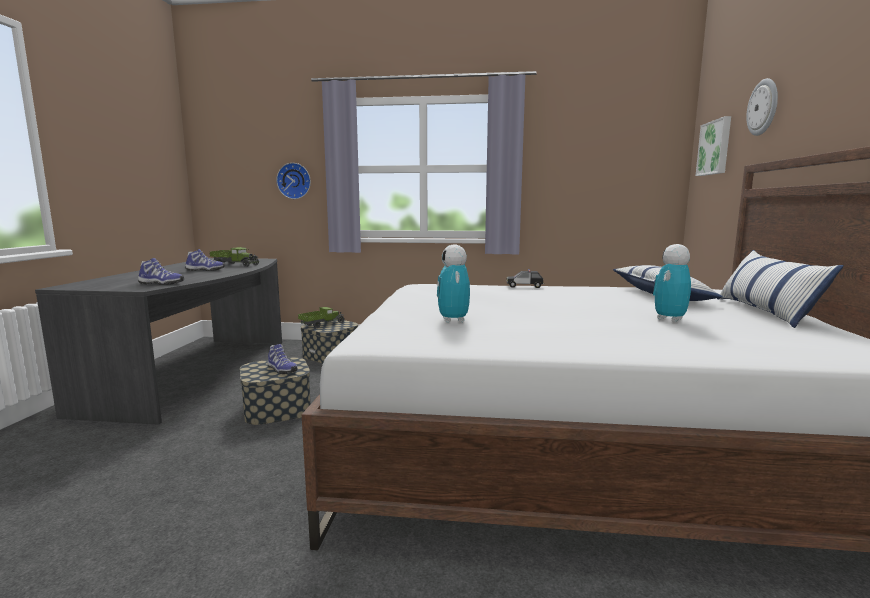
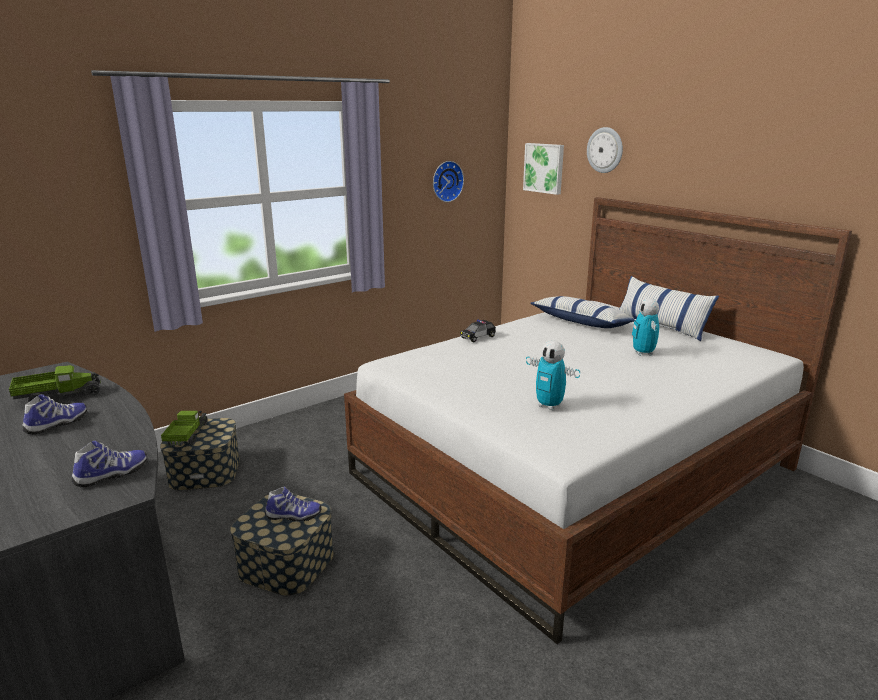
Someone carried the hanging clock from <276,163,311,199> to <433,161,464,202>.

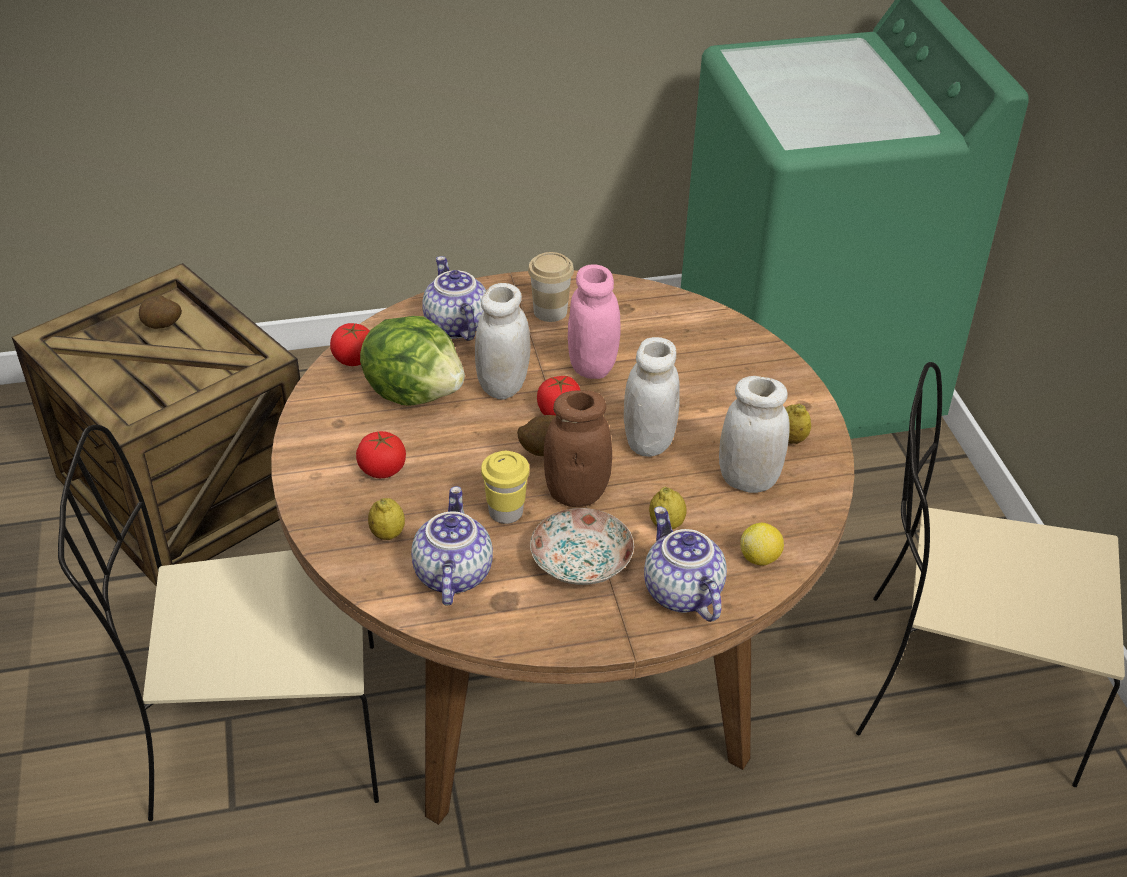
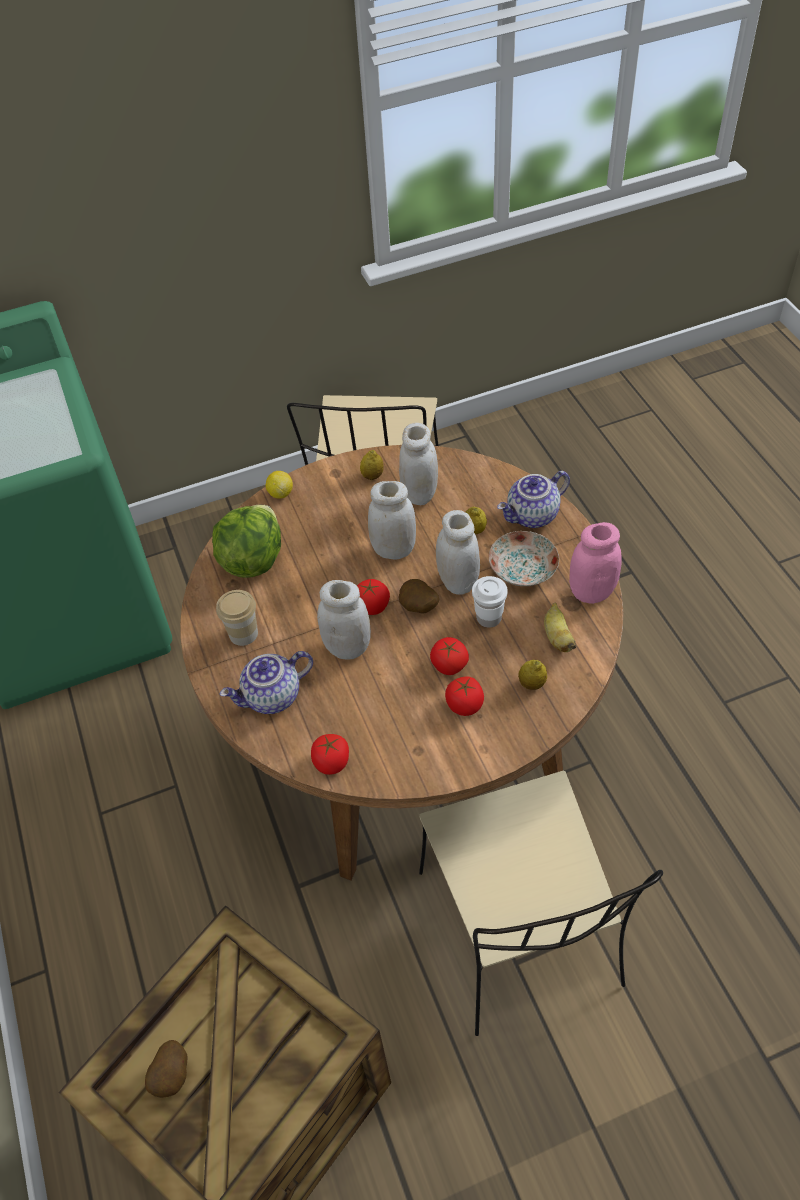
Someone put down the fresh tomato at <430,637,469,675>.
Someone carried the lettuce head from <360,316,465,406> to <212,505,281,578>.
Someone carried the pink storage jar from <568,264,621,379> to <569,522,622,604>.
Someone carried the citrus fruit from <740,523,784,565> to <266,471,293,499>.
Someone swapped the teapot at <411,486,493,606> for the whole banana at <544,603,576,652>.
Someone repainted the yellow cup at <481,451,529,524>, which became the whitish cup at <472,576,508,628>.
Someone repainted the brownish storage jar at <544,390,612,507>, which became the whitish storage jar at <436,510,480,595>.

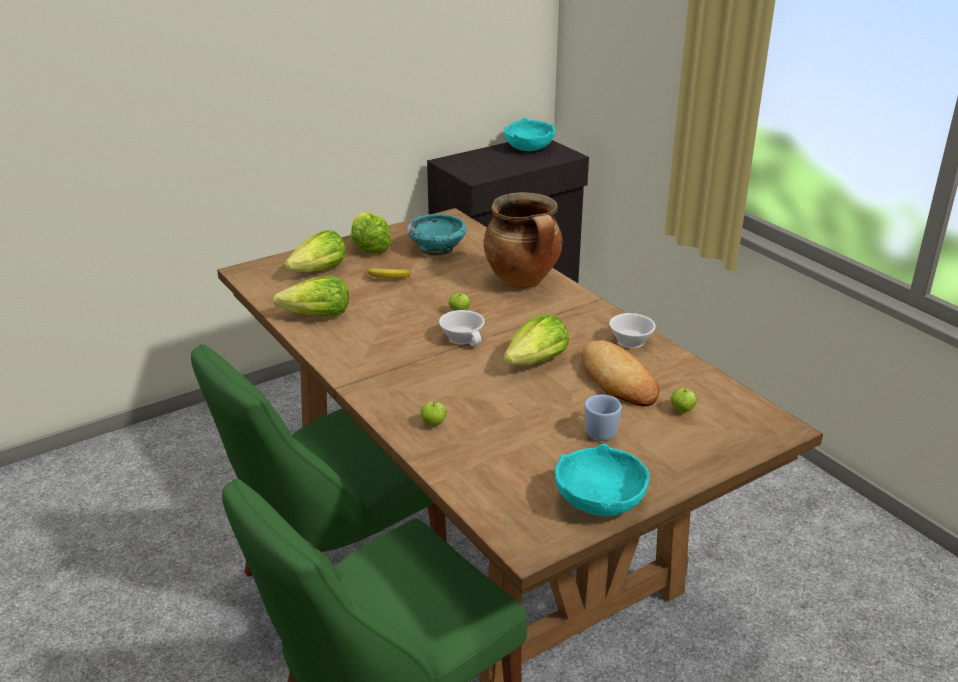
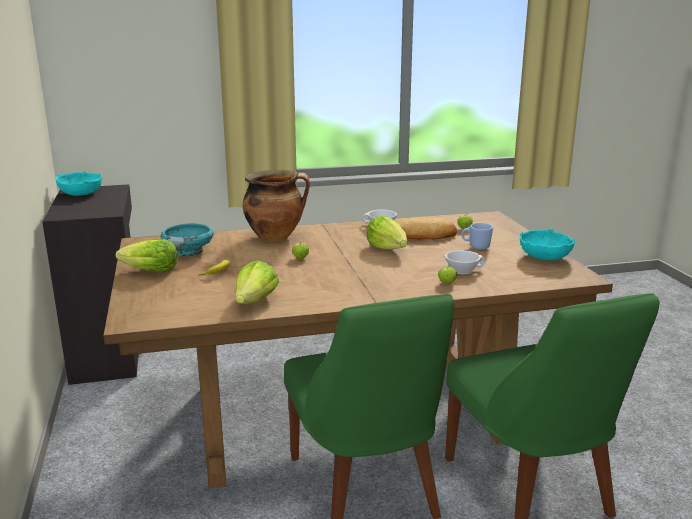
Someone took away the lettuce head at <284,230,346,272>.
Someone carried the whitish cup from <439,310,485,346> to <445,250,486,274>.

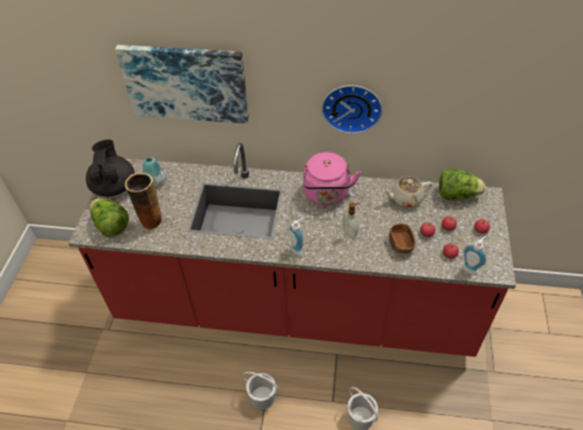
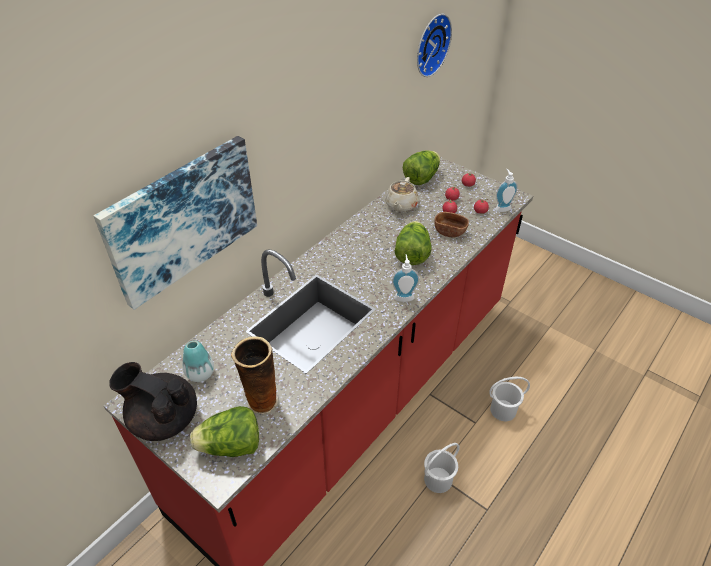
Someone took away the pink tea kettle at <303,152,361,206>.
Someone carried the hanging clock from <322,85,383,134> to <417,14,452,77>.
Someone swapped the soap bottle at <342,202,360,239> for the lettuce head at <394,221,432,265>.

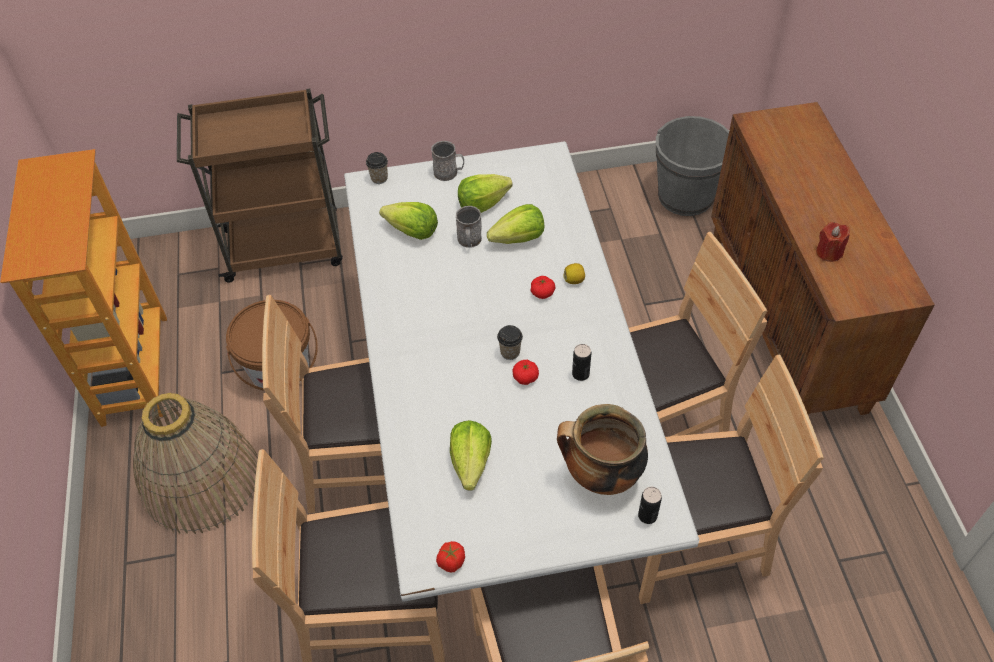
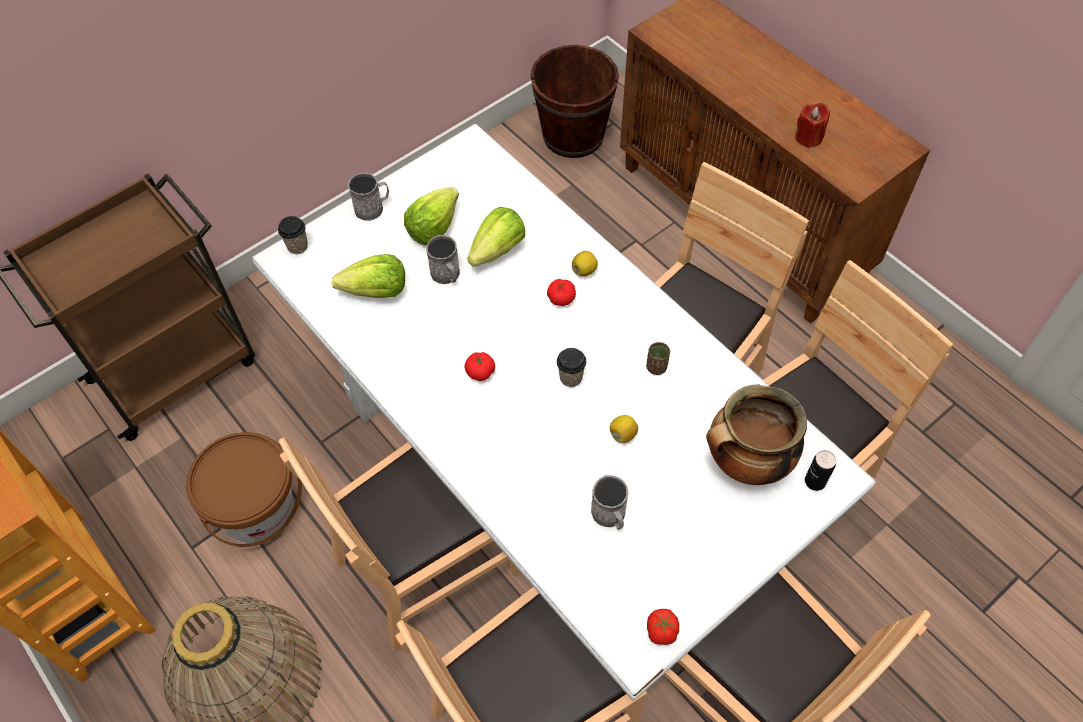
Someone put down the citrus fruit at <610,415,638,443>.
Someone carried the fresh tomato from <512,360,539,385> to <464,352,495,381>.
Someone swapped the lettuce head at <450,420,492,491> for the greyish tea mug at <591,475,628,530>.
Someone swapped the sealed can at <572,344,591,381> for the brownish cup at <646,342,670,375>.
Someone repainted the greyish bucket at <656,116,729,216>, which became the brownish bucket at <530,45,619,158>.

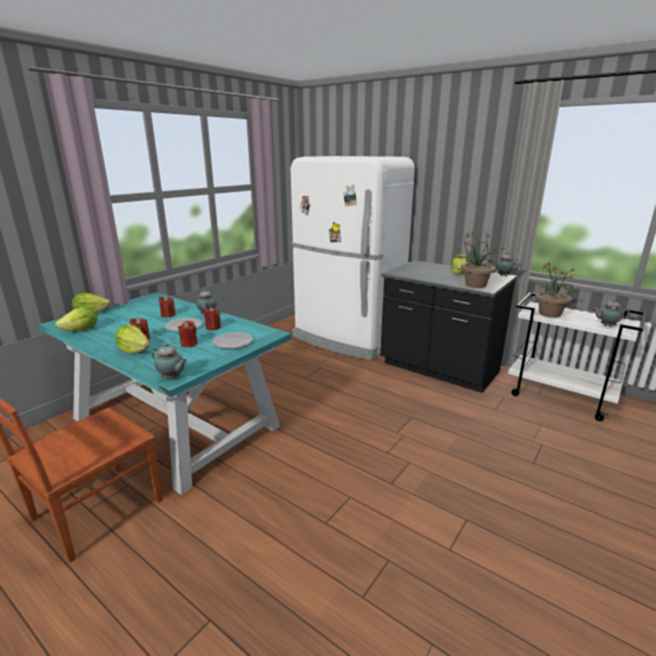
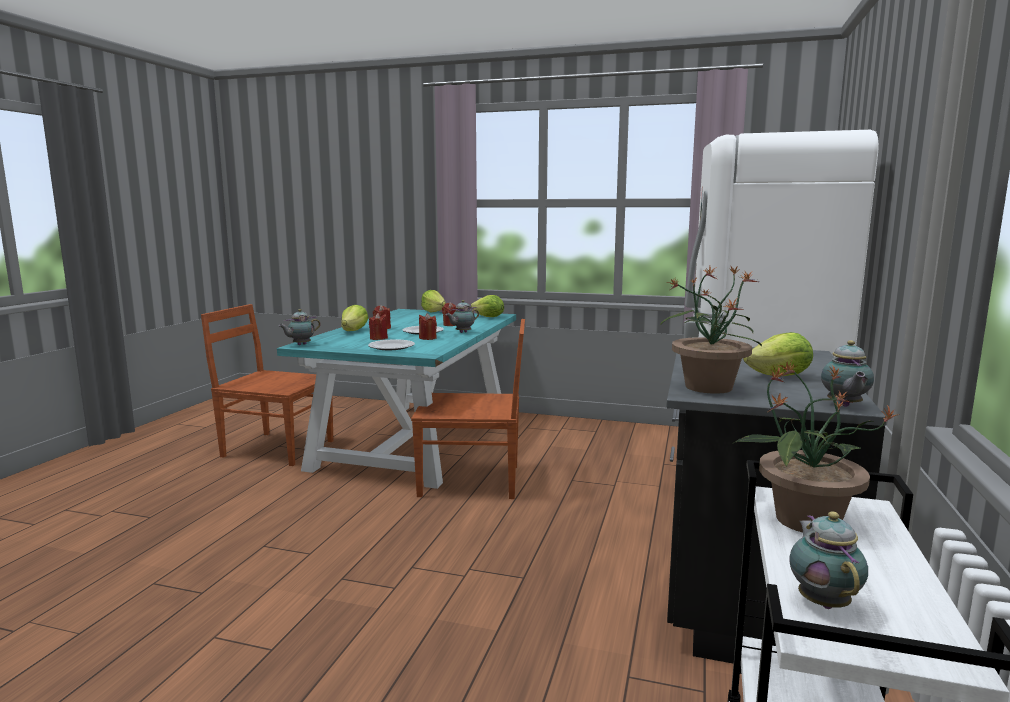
Someone put down the brownish plain chair at <411,319,525,499>.
Someone carried the lettuce head from <55,307,98,331> to <471,295,504,317>.
Someone rotated the teapot at <152,343,188,379> by 45 degrees clockwise.

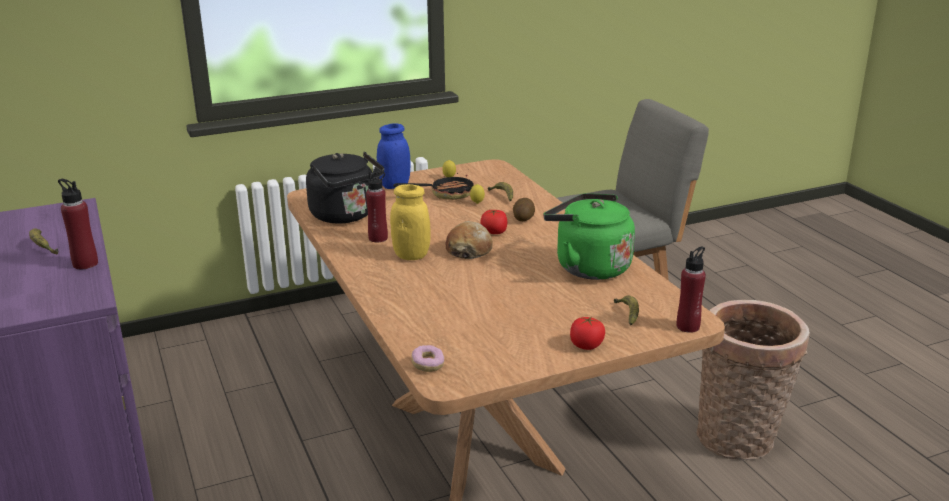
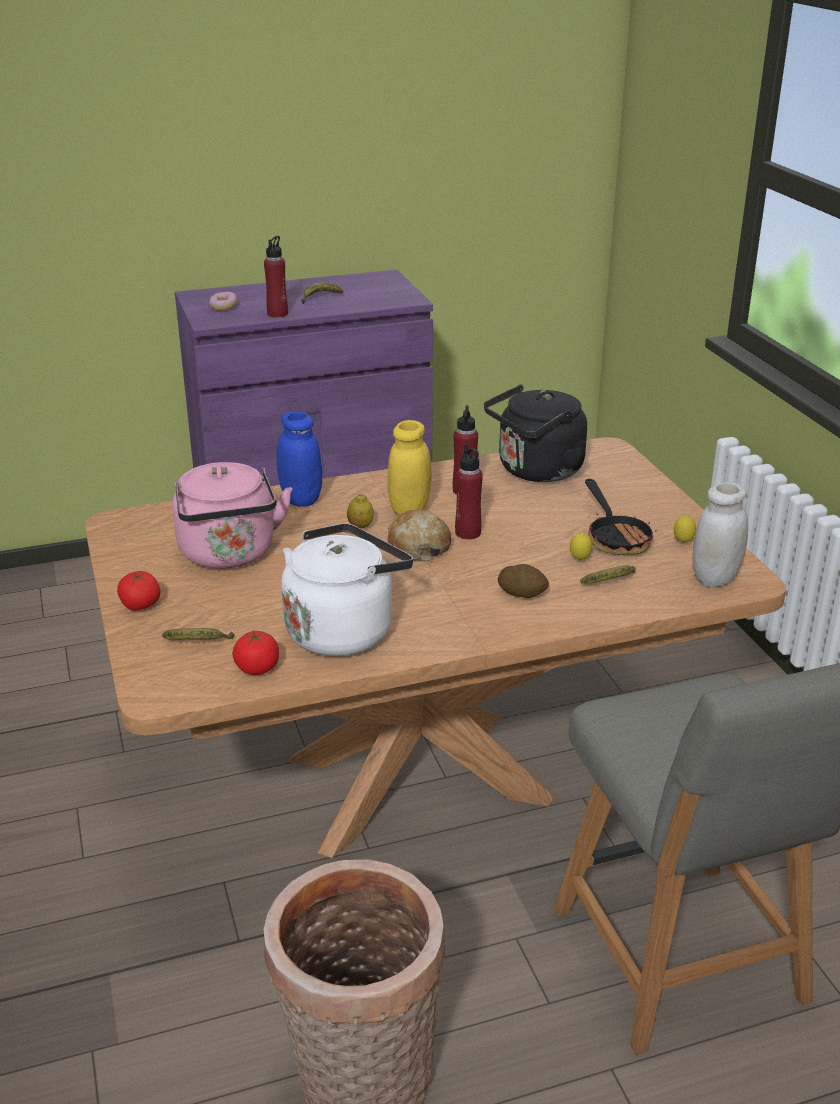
Someone put down the pink tea kettle at <172,462,292,569>.
Someone put down the citrus fruit at <347,494,374,528>.
Someone put down the whitish storage jar at <692,482,748,587>.
Someone carried the blue storage jar from <377,123,410,189> to <277,411,322,507>.
Someone carried the donut from <411,345,444,372> to <209,292,237,311>.
Someone carried the fresh tomato from <480,210,507,234> to <232,631,279,675>.
Someone carried the red beverage bottle from <677,246,706,333> to <455,444,483,540>.
Someone repainted the green-coloured tea kettle at <544,193,635,280>, which became the whitish tea kettle at <281,523,413,656>.

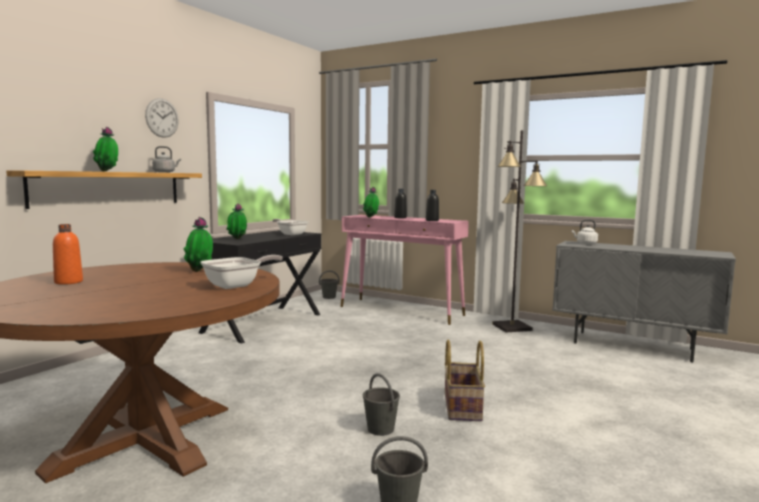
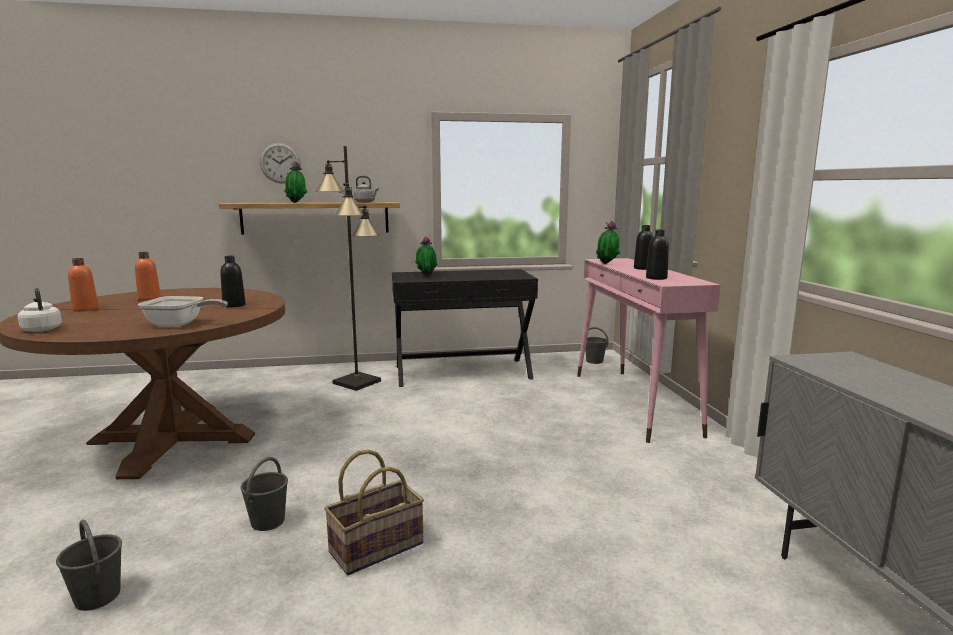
Someone took away the skillet at <272,219,308,235>.
Someone put down the orange-coloured beverage bottle at <68,258,99,312>.
Someone carried the hanging clock from <145,98,179,138> to <260,143,301,183>.
Someone carried the black standing lamp from <493,130,547,332> to <316,146,381,391>.
Someone carried the whitish tea kettle from <572,219,598,244> to <18,288,62,332>.
Someone swapped the houseplant at <184,217,213,272> for the black beverage bottle at <220,256,246,307>.

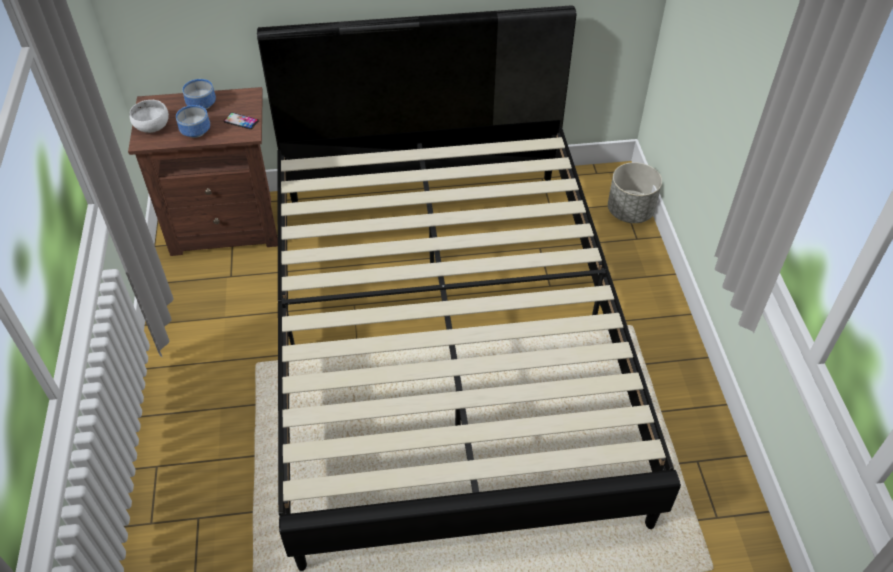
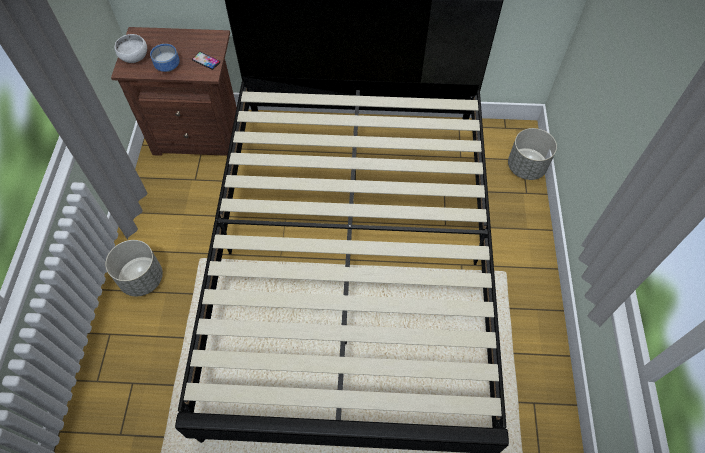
Someone took away the bowl at <182,79,216,109>.
Someone put down the greyish planter at <105,240,163,296>.

